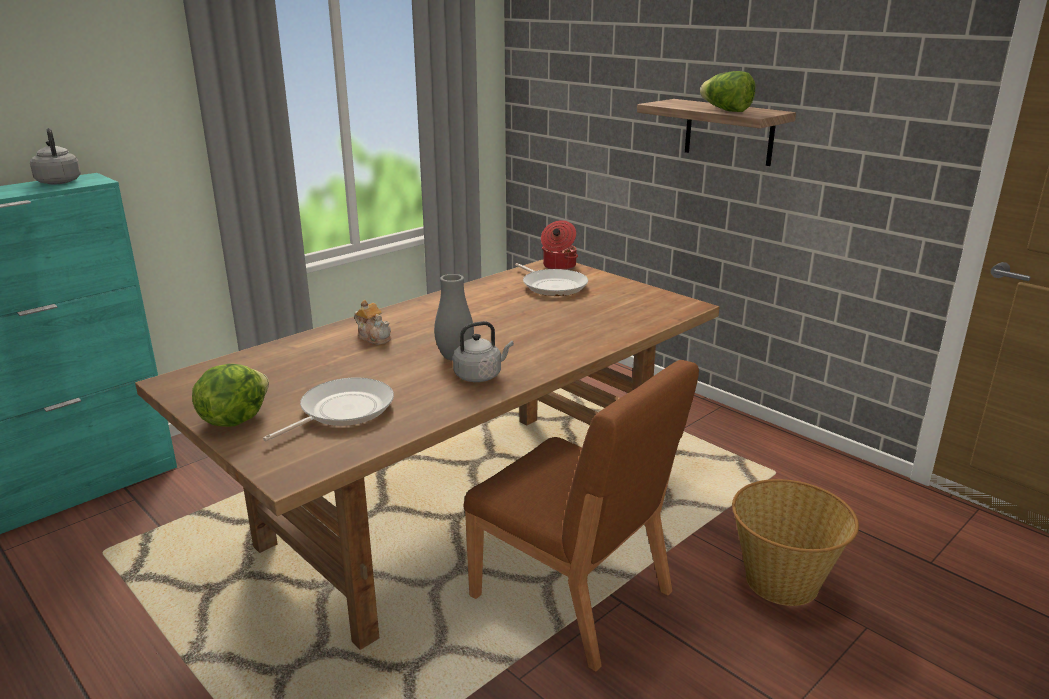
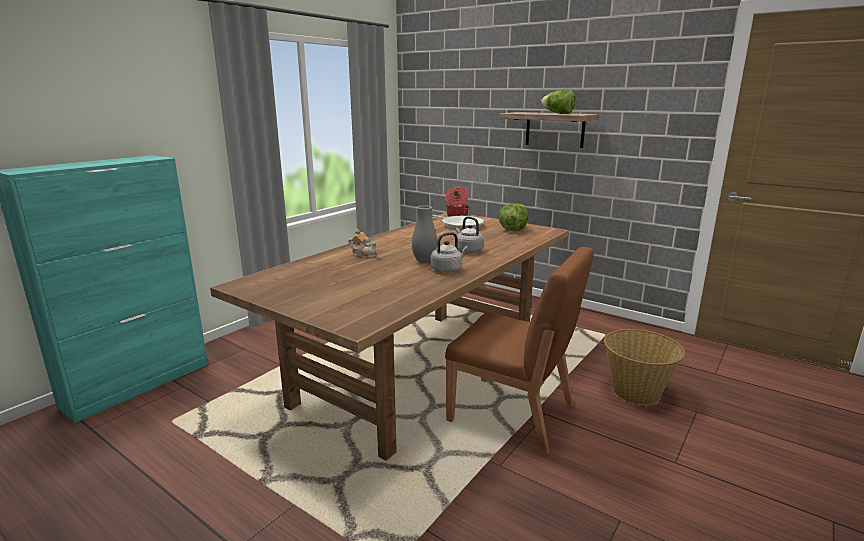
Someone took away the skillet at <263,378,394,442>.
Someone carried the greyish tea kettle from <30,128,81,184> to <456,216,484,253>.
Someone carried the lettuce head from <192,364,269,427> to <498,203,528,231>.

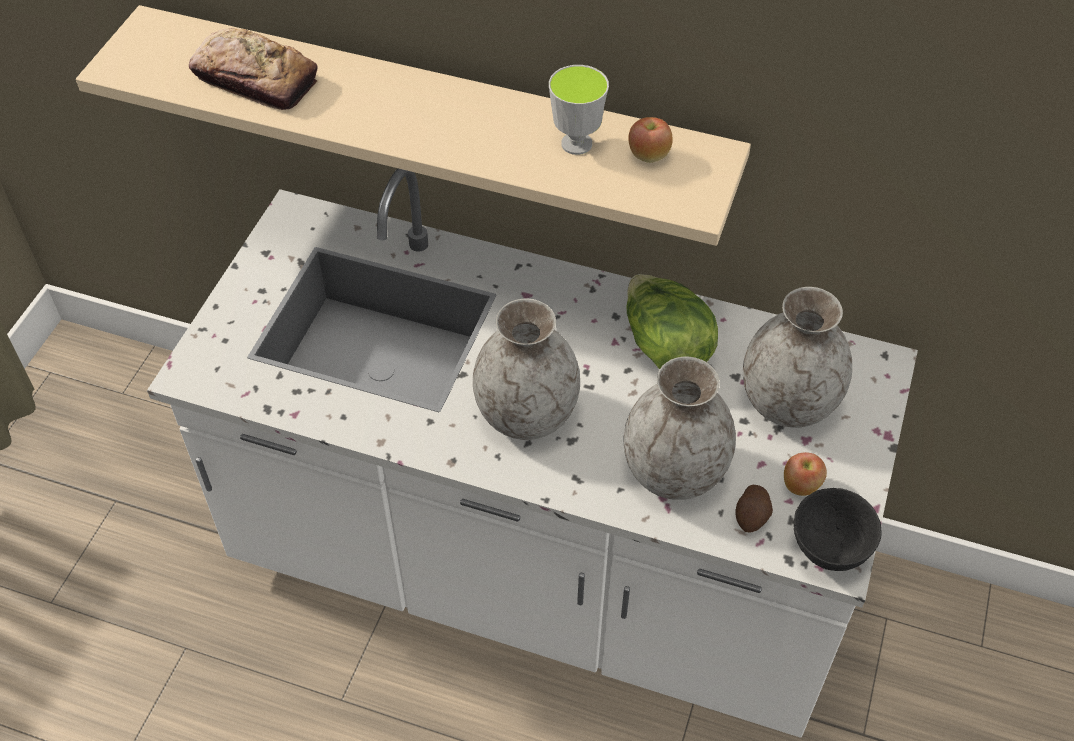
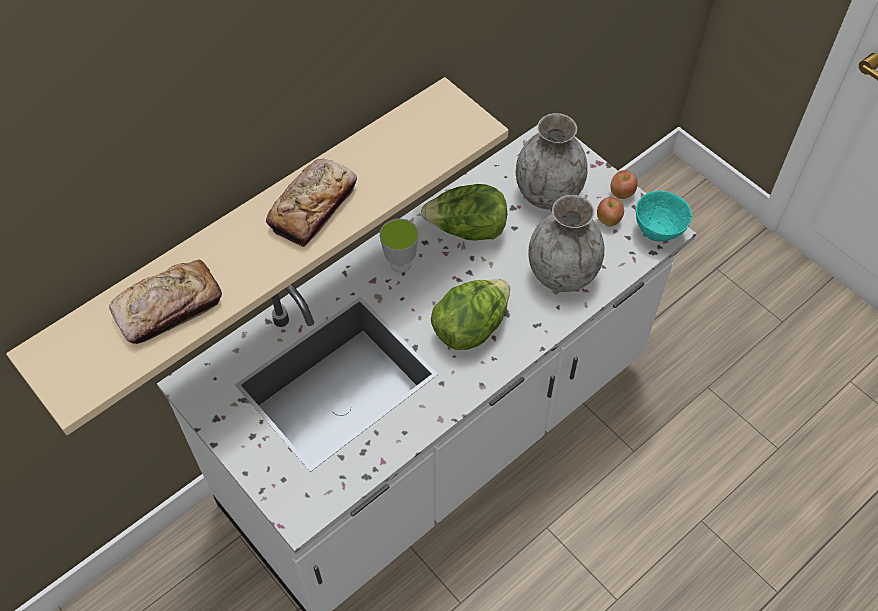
Someone took away the whole potato at <735,485,773,533>.
Someone put down the baked bread at <266,159,357,247>.
Someone carried the cup from <549,65,609,155> to <379,218,419,273>.
Someone carried the whole apple from <628,117,673,163> to <611,170,638,199>.
Someone swapped the greyish vase at <473,299,580,440> for the lettuce head at <431,279,510,350>.
Someone repainted the black bowl at <794,488,882,571>, which became the turquoise-coloured bowl at <636,191,692,242>.

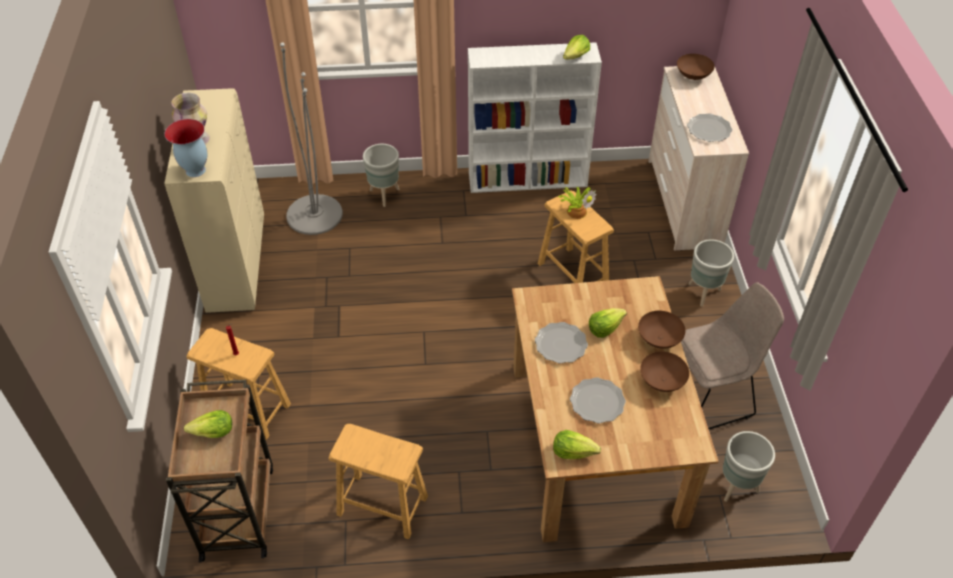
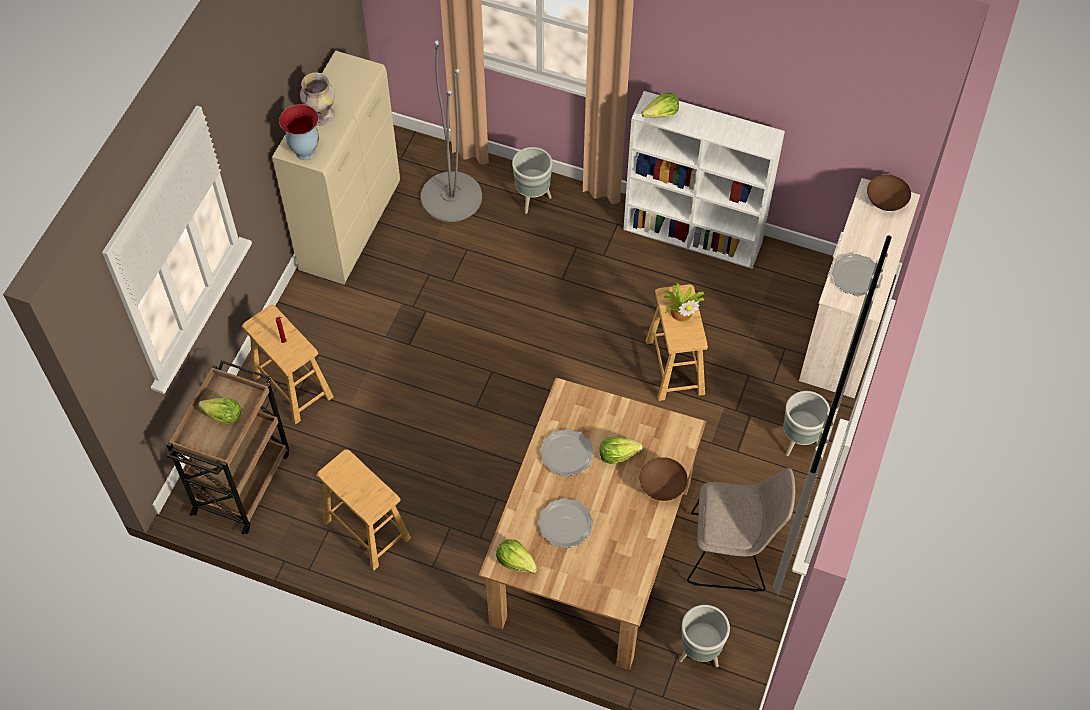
Someone took away the brownish bowl at <640,352,689,392>.
Someone carried the lettuce head from <563,35,590,60> to <641,93,679,118>.

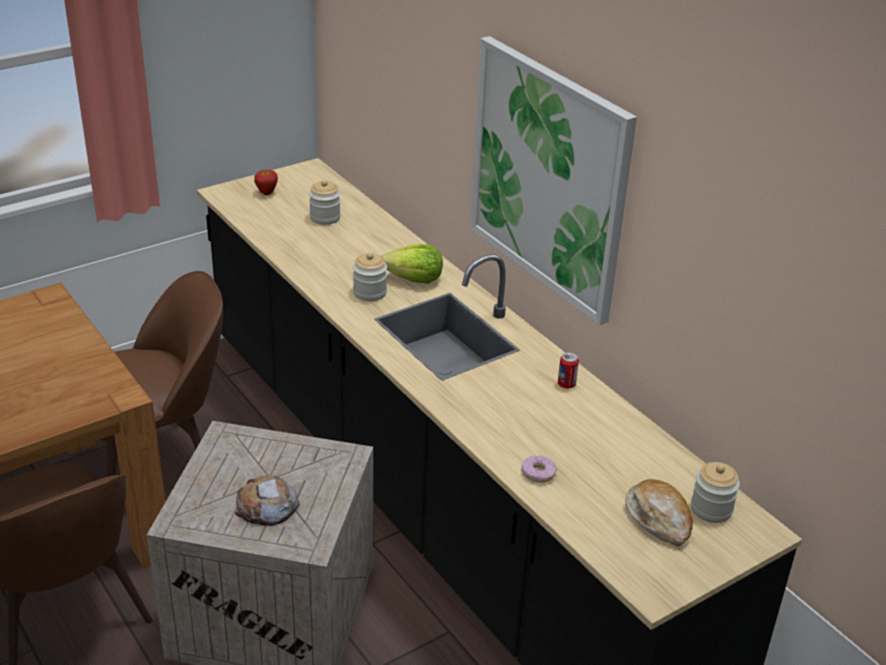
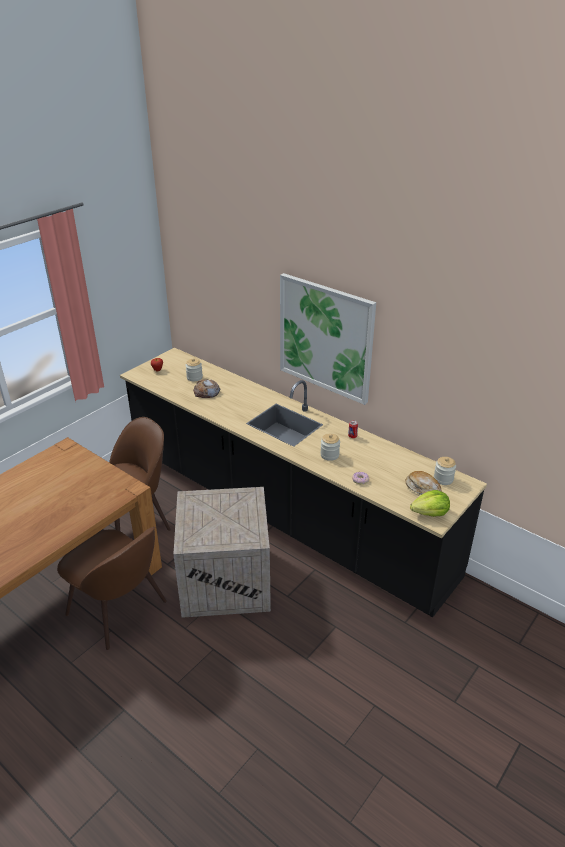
Someone carried the baked bread from <235,476,300,526> to <193,379,220,398>.
Someone carried the storage jar from <353,253,387,301> to <320,433,340,461>.
Someone carried the lettuce head from <382,244,443,284> to <410,490,450,517>.

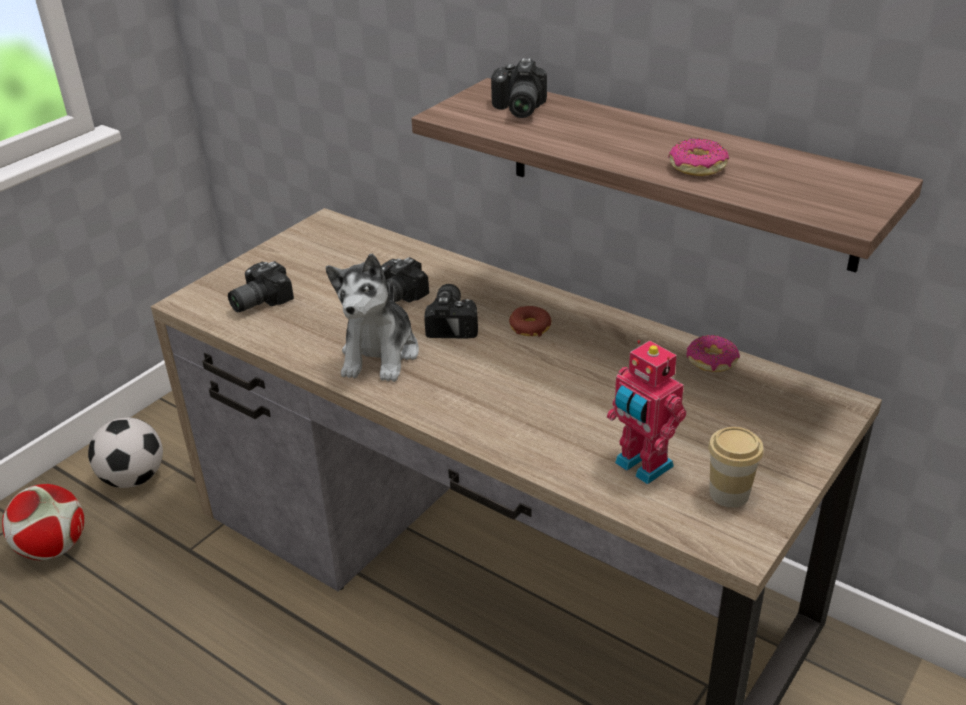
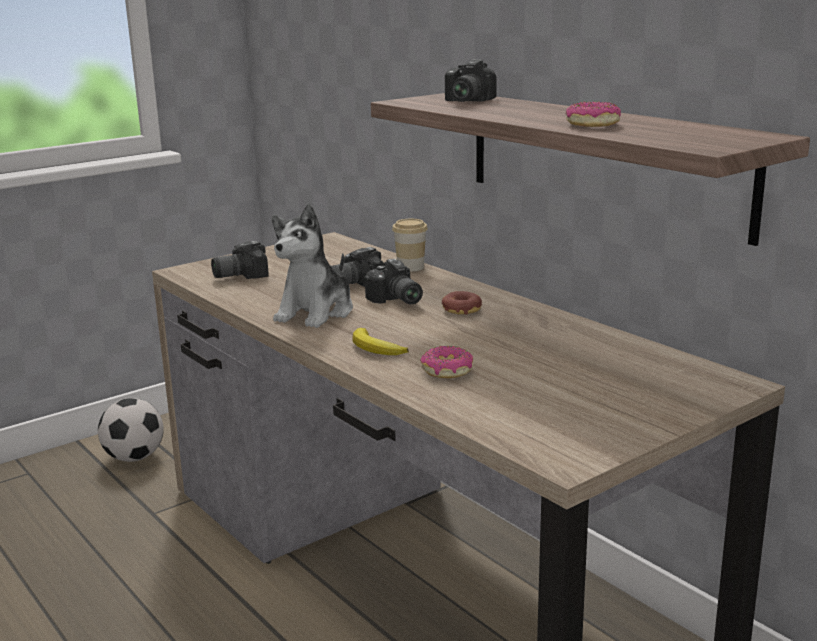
Someone took away the football at <2,484,84,560>.
Someone took away the model robot at <607,340,687,485>.
Someone put down the whole banana at <353,328,409,355>.
Someone carried the donut from <686,335,740,372> to <420,346,474,378>.
Someone carried the cup from <708,427,764,507> to <392,219,428,271>.
Someone rotated the photo camera at <424,284,478,339> by 135 degrees clockwise.

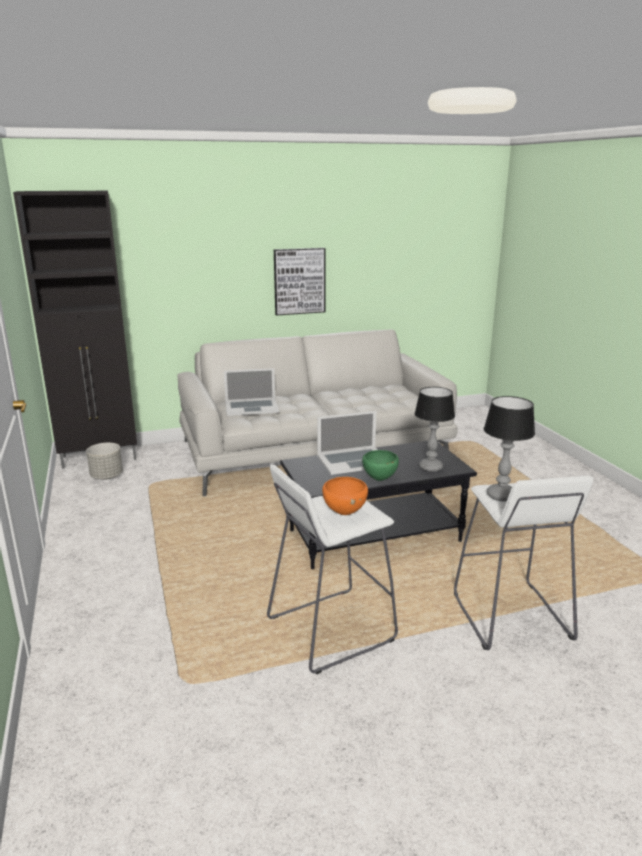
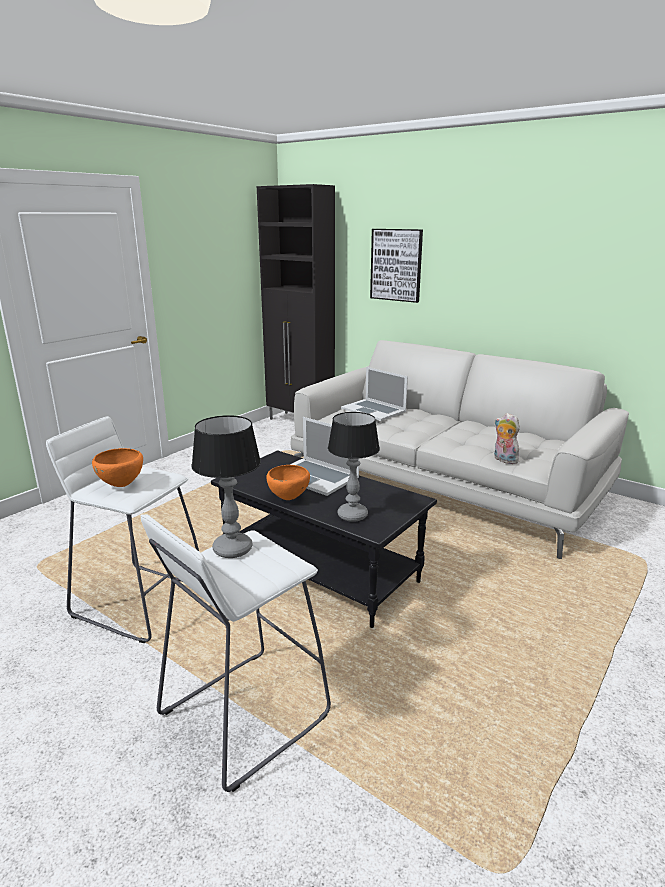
Someone took away the greyish planter at <86,443,123,480>.
Someone put down the soft toy at <494,413,520,464>.
Someone carried the picture from <274,248,326,316> to <370,229,423,303>.
Someone repainted the green-coloured bowl at <362,450,399,481>, which became the orange-coloured bowl at <266,465,310,500>.

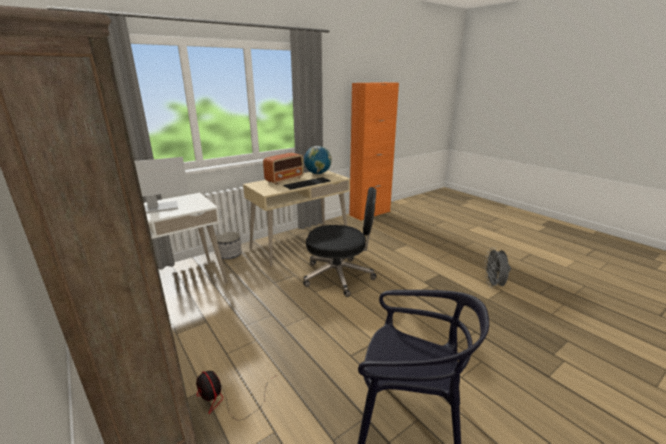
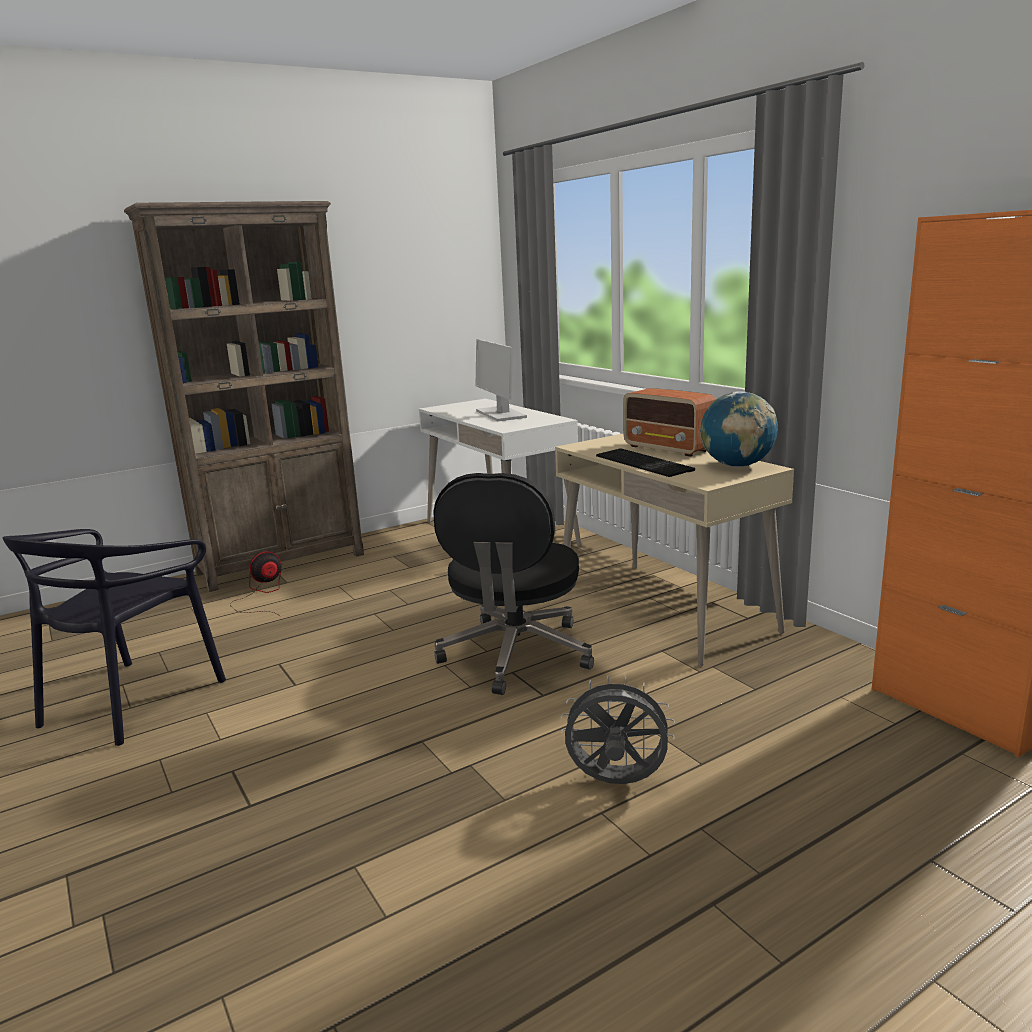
Someone took away the planter at <216,232,242,259>.
Someone carried the greyish fan from <484,247,511,288> to <560,675,675,784>.

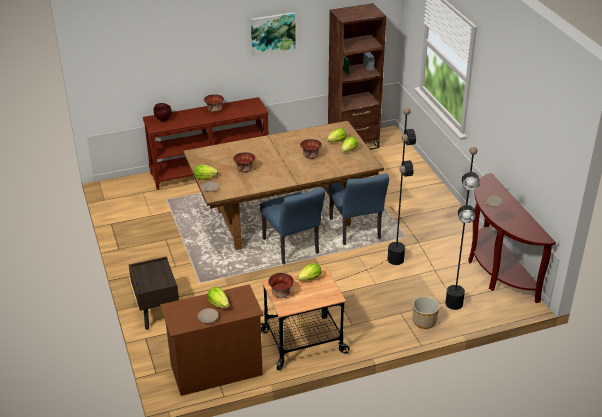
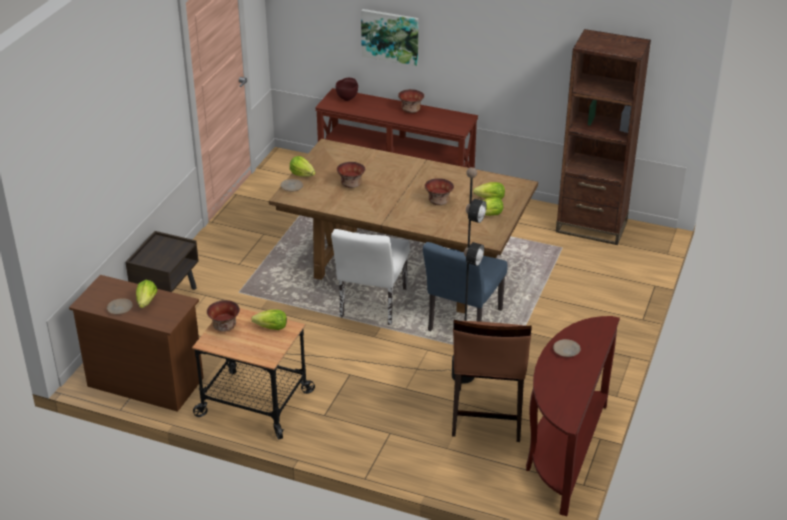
Someone took away the planter at <413,296,440,329>.
Someone carried the picture from <251,12,296,56> to <361,9,419,66>.
Someone swapped the black standing lamp at <394,147,480,310> for the brownish plain chair at <452,320,532,442>.
Someone repainted the blue plain chair at <260,187,326,264>, which became the whitish plain chair at <331,229,410,325>.

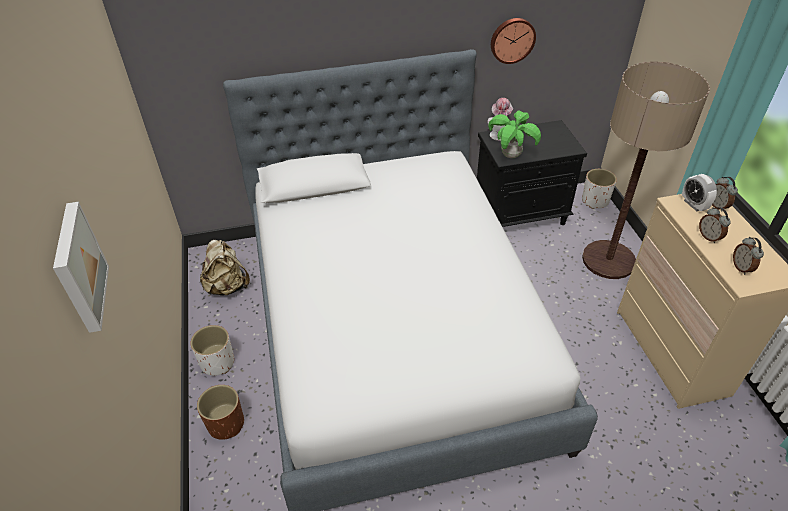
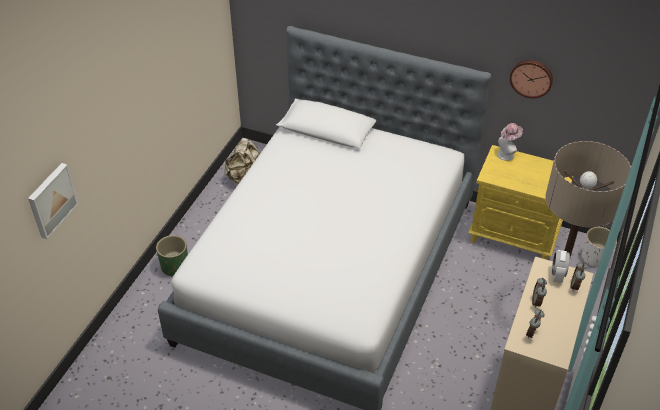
Someone took away the whitish planter at <190,325,234,376>.
Someone took away the houseplant at <488,111,541,158>.
Someone carried the picture from <53,202,109,333> to <28,163,79,239>.
Someone repainted the brownish planter at <197,385,244,440>, which became the green-coloured planter at <156,235,188,277>.
Someone repainted the black bedside table at <477,120,587,227>, which became the yellow bedside table at <468,145,574,260>.

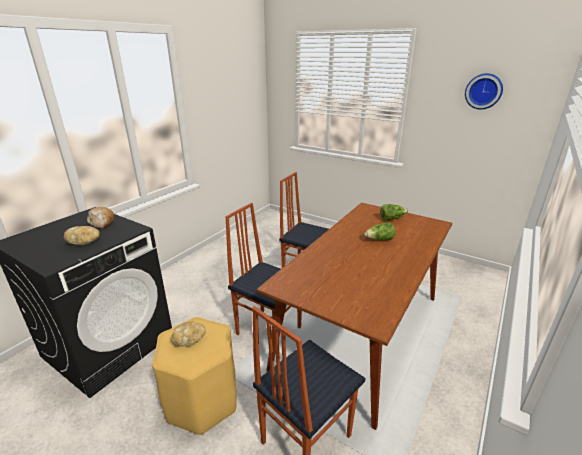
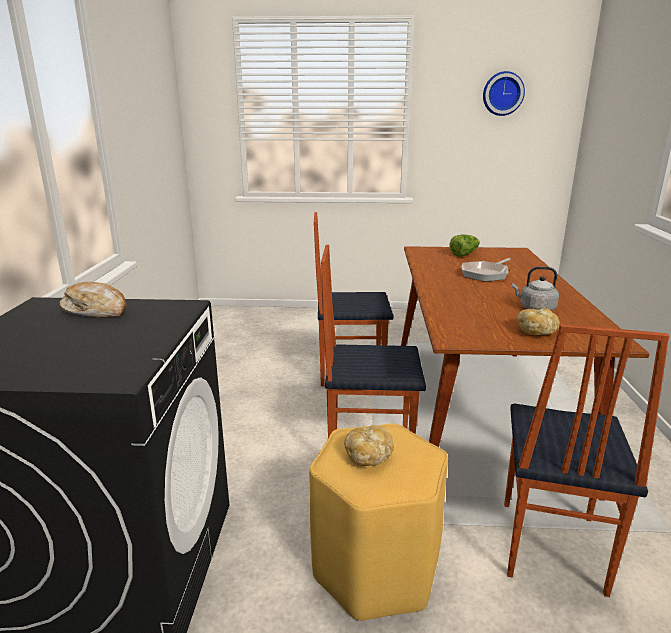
Someone put down the greyish tea kettle at <511,266,559,311>.
Someone carried the baked bread from <64,226,100,245> to <517,308,560,335>.
Someone swapped the lettuce head at <364,222,396,241> for the skillet at <461,258,511,281>.

